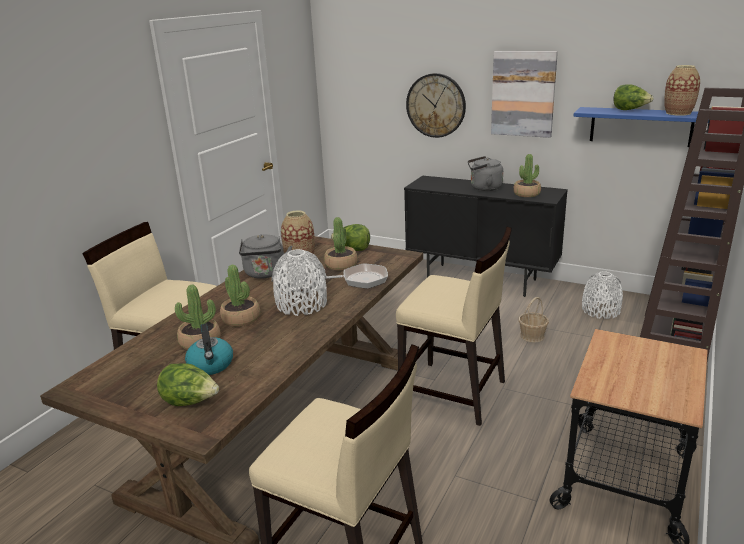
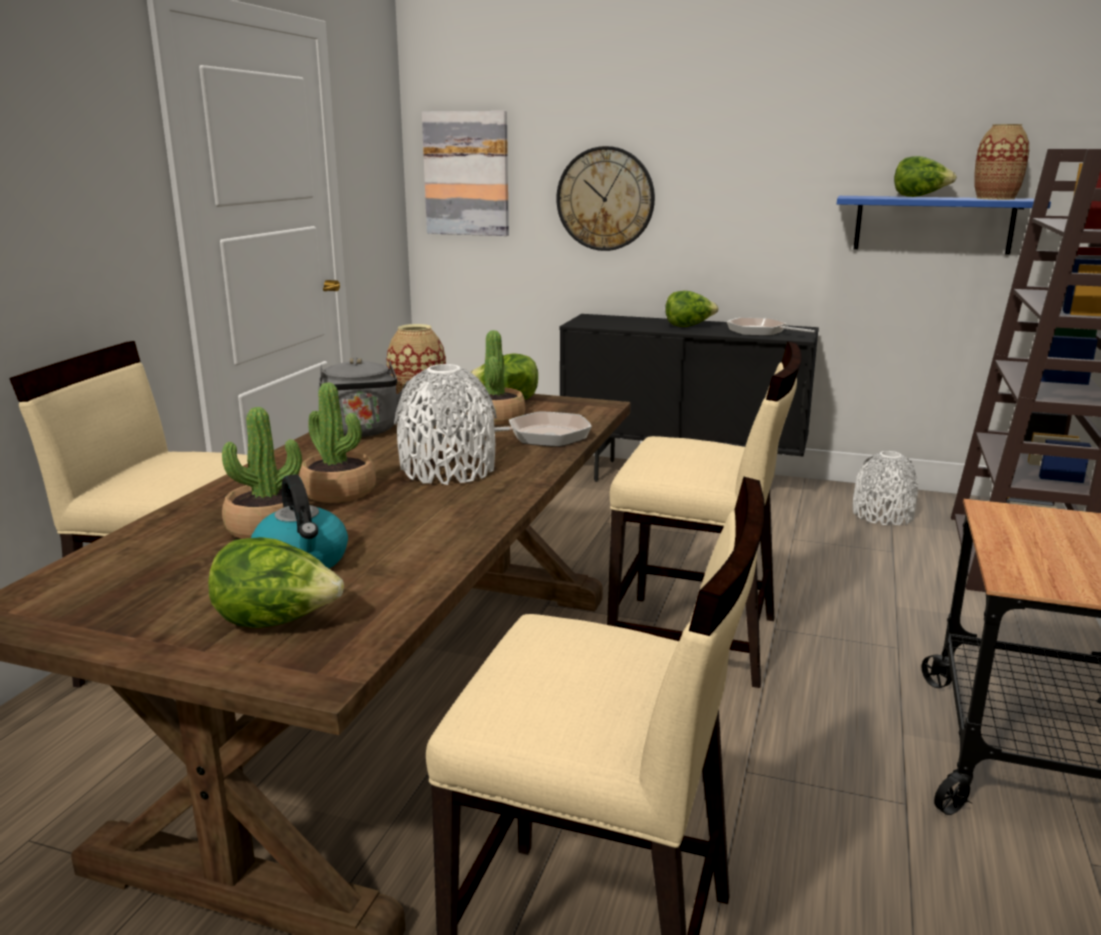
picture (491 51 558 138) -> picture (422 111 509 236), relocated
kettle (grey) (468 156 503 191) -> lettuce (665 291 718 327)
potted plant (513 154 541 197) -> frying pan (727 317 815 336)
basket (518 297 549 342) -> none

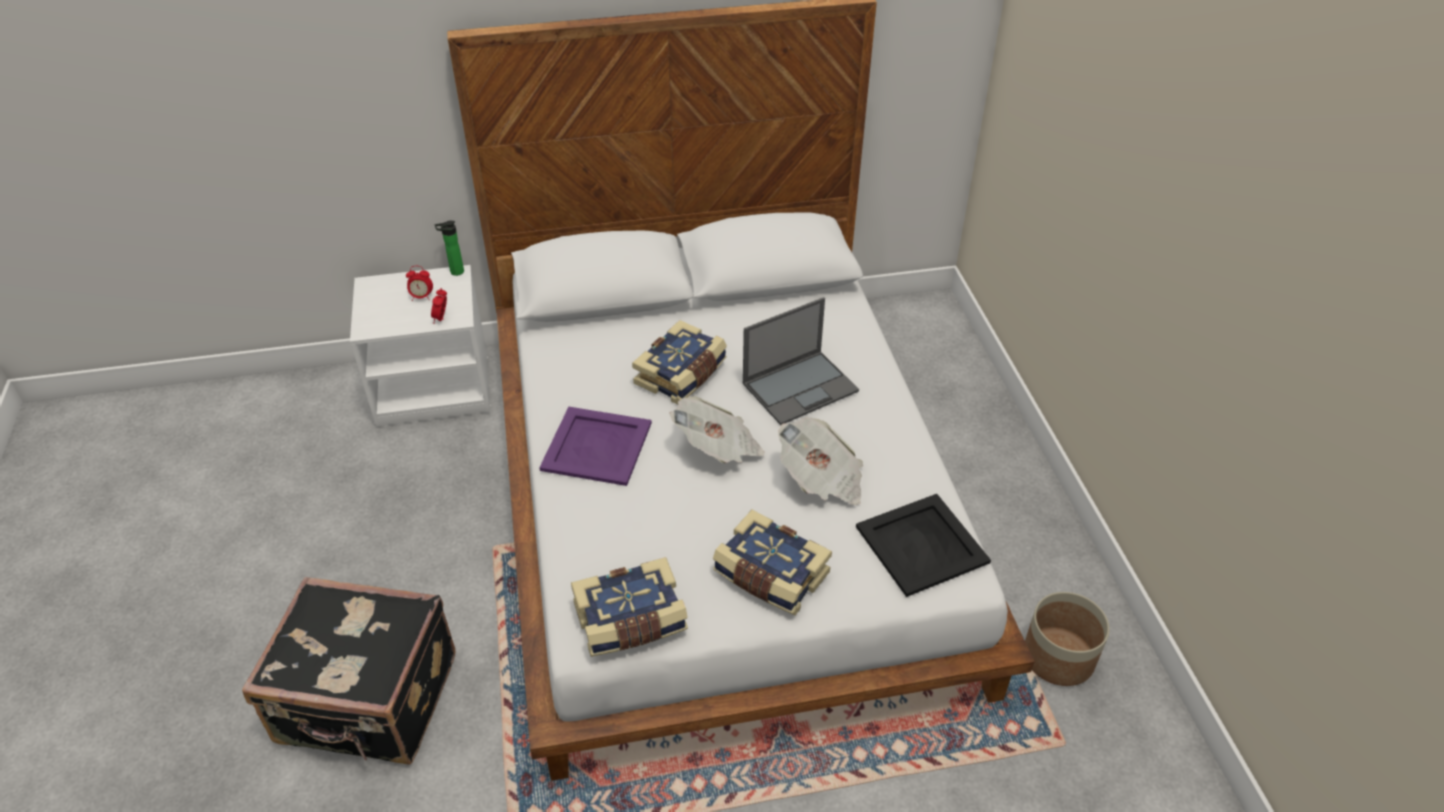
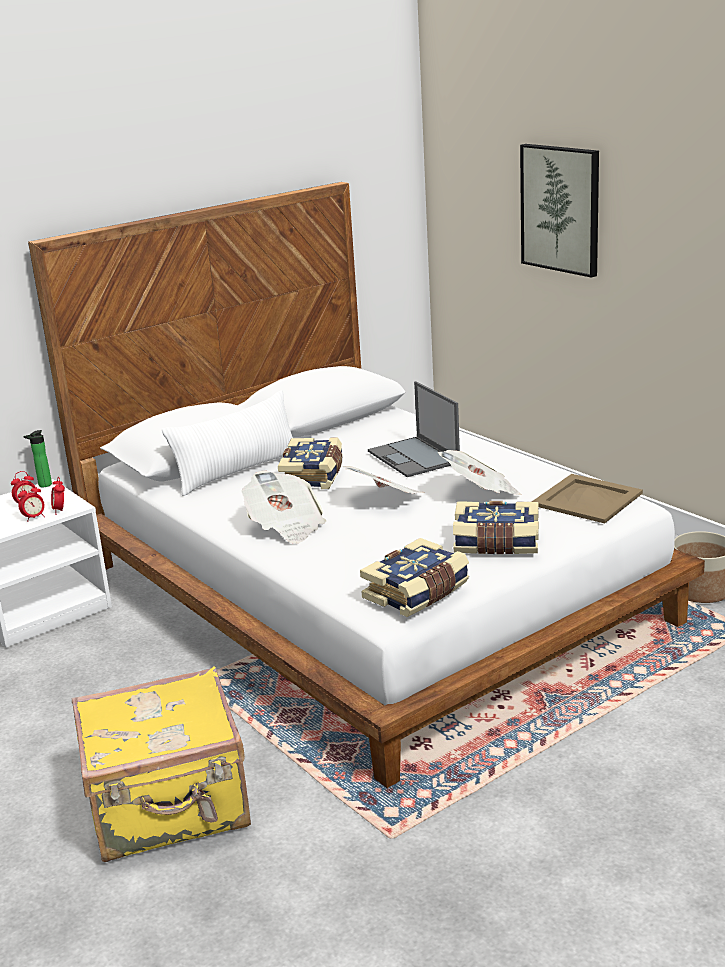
none -> alarm clock (18 483 45 522)
suitcase (black) (242 577 455 764) -> suitcase (yellow) (72 666 251 862)
none -> pillow (white) (162 390 293 496)
tray (purple) (539 407 652 486) -> newspaper (241 470 326 544)
laptop (743 297 859 425) -> laptop (368 381 460 477), 120 degrees clockwise
none -> picture (520 144 599 278)
tray (black) (856 494 991 597) -> tray (beige) (532 474 643 524)

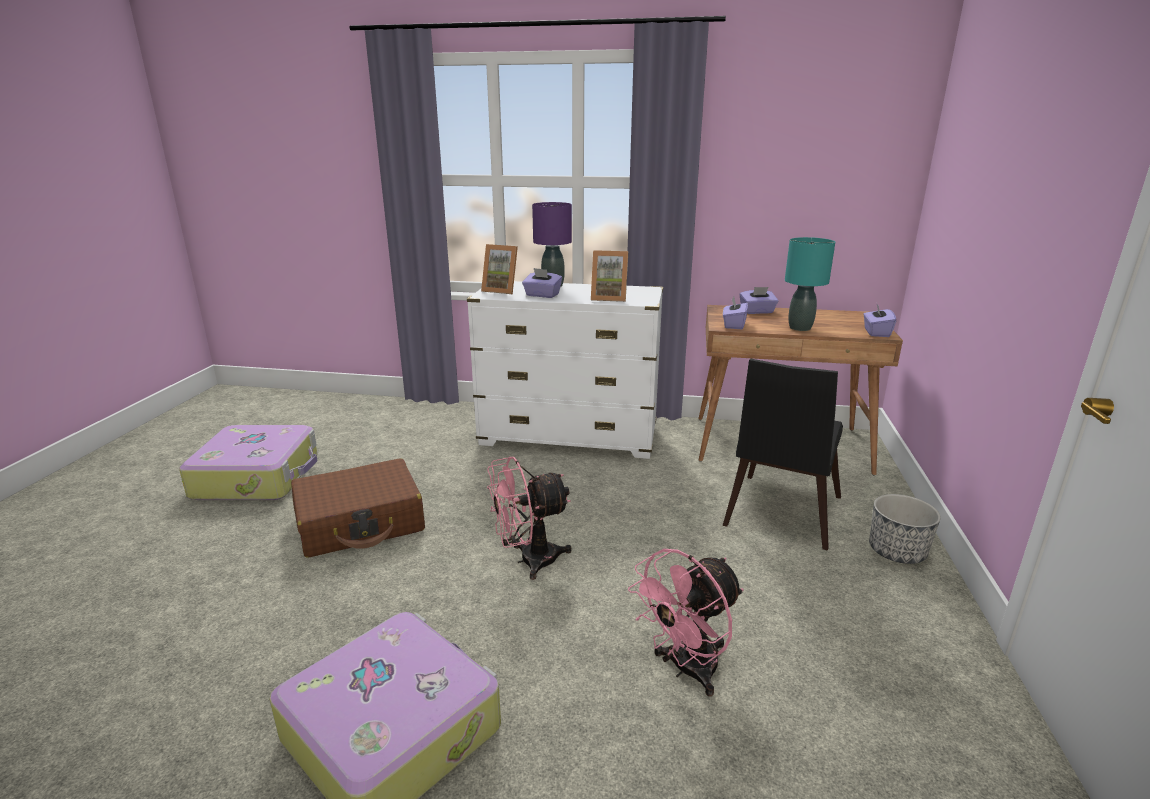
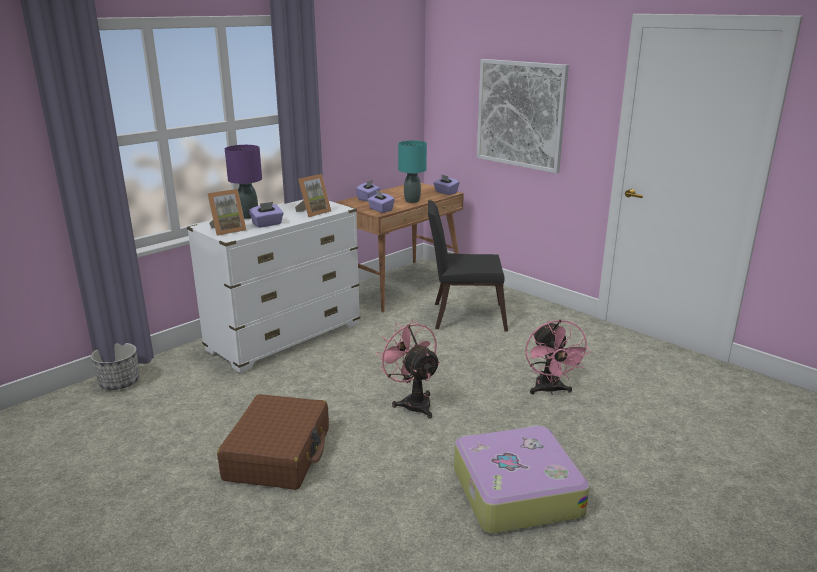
planter (869 494 941 564) -> planter (91 343 139 390), relocated
fan (pink) (487 457 572 580) -> fan (pink) (376 319 441 419), 135 degrees clockwise
chair (black) (723 359 843 551) -> chair (black) (428 200 508 331), 120 degrees clockwise
none -> picture (477 59 569 173)
suitcase (179 425 318 500) -> none

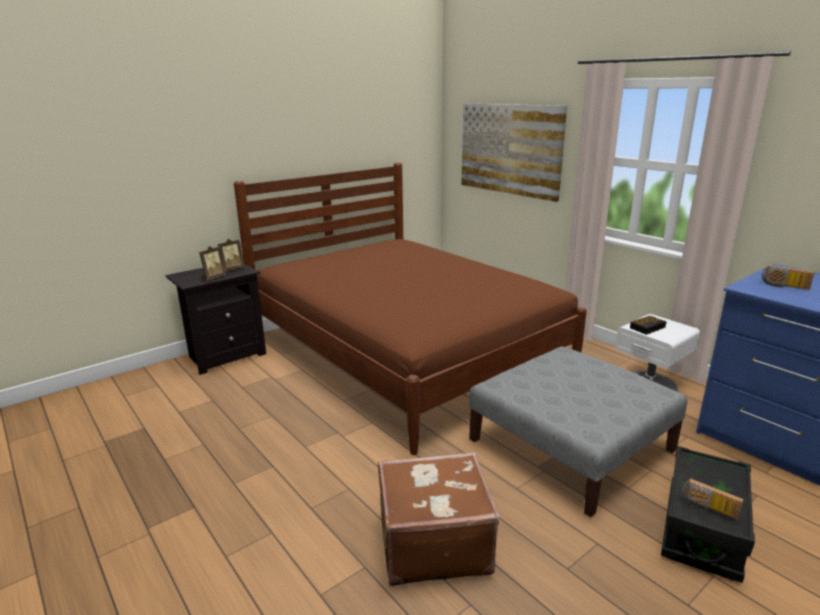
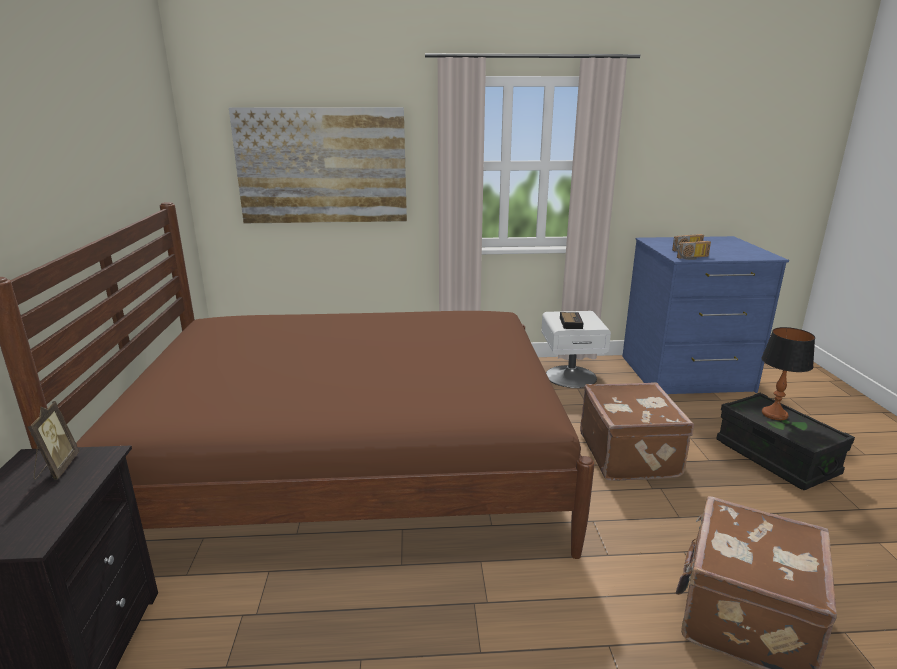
ottoman (grey) (469 346 688 517) -> suitcase (brown) (580 382 694 481)
radio (682 478 744 520) -> radio (677 241 711 260), relocated
none -> table lamp (761 327 815 420)
picture frame (199 246 226 281) -> none

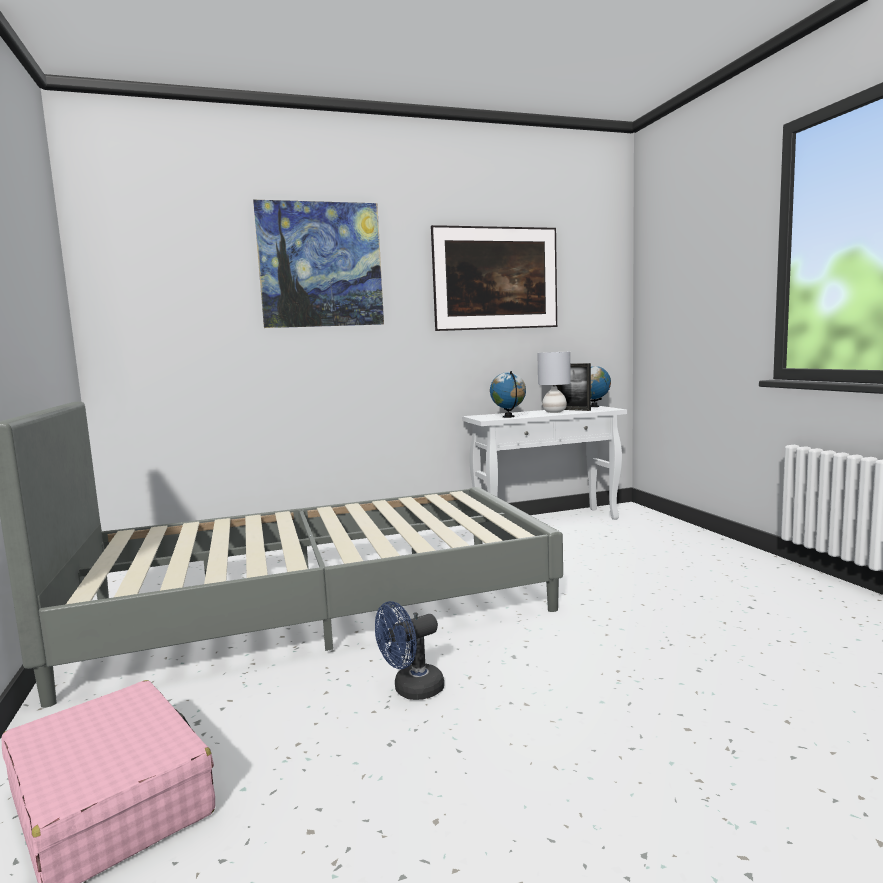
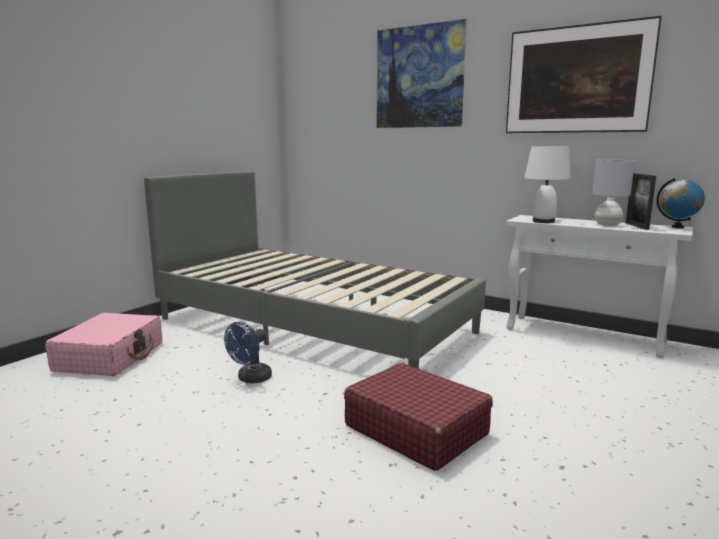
fan (blue) (375 601 444 700) -> fan (blue) (224 322 272 384), 75 degrees counterclockwise
none -> suitcase (red) (344 363 493 471)
globe (490 371 526 418) -> table lamp (white) (524 147 571 223)

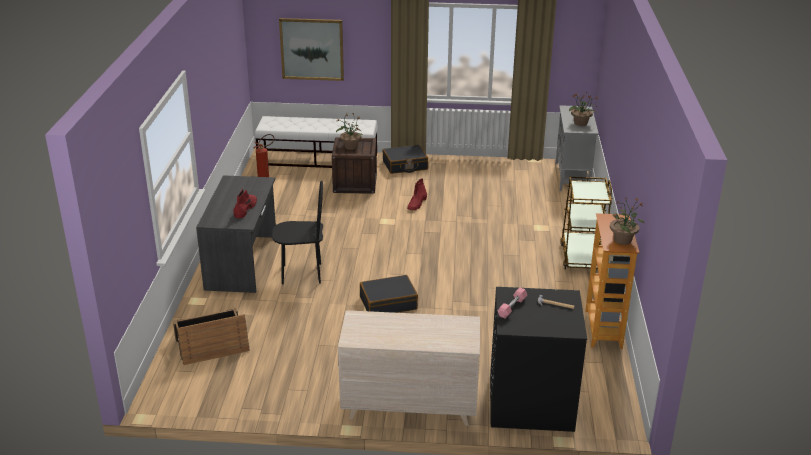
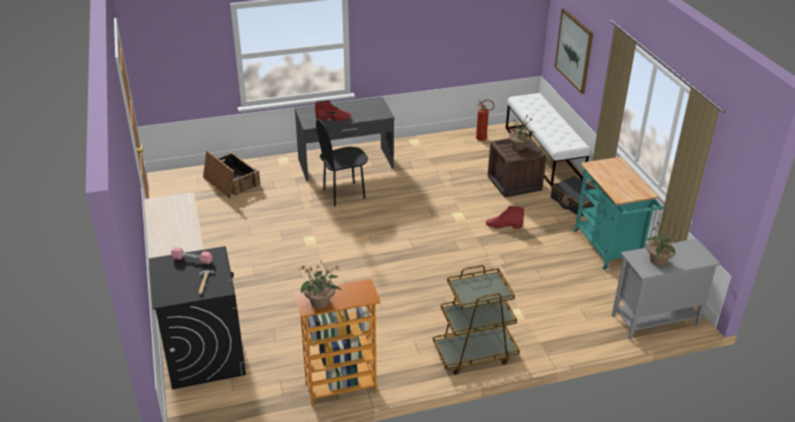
chair (black) (272 181 323 284) -> chair (black) (316 119 368 206), 90 degrees clockwise
none -> cart (turquoise) (573 157 663 270)
suitcase (black) (360 275 418 313) -> none

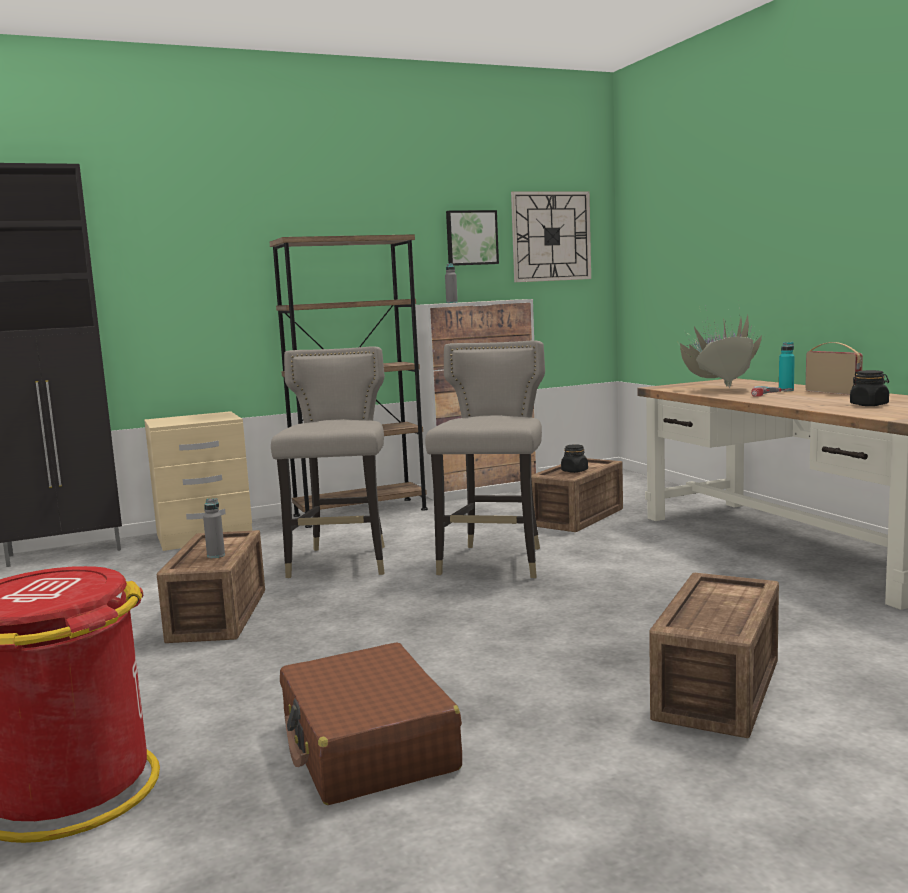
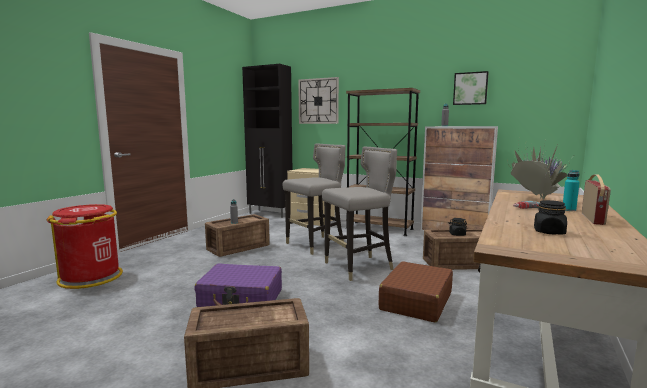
none -> suitcase (purple) (194 263 282 307)
wall clock (511 191 591 282) -> wall clock (298 77 339 124), relocated
suitcase (brown) (280 642 462 805) -> suitcase (brown) (379 261 453 323), relocated

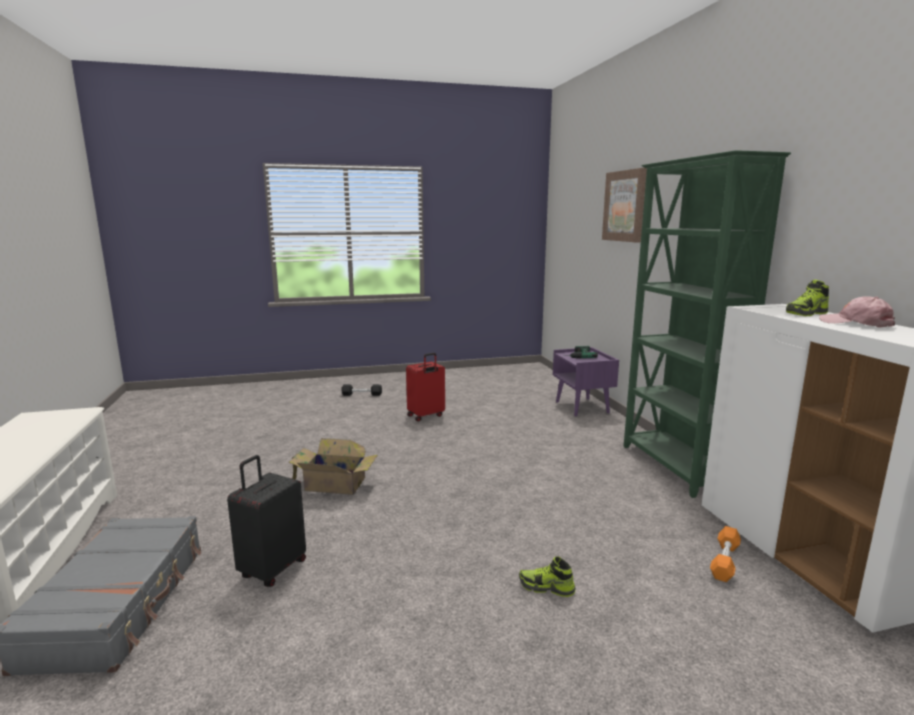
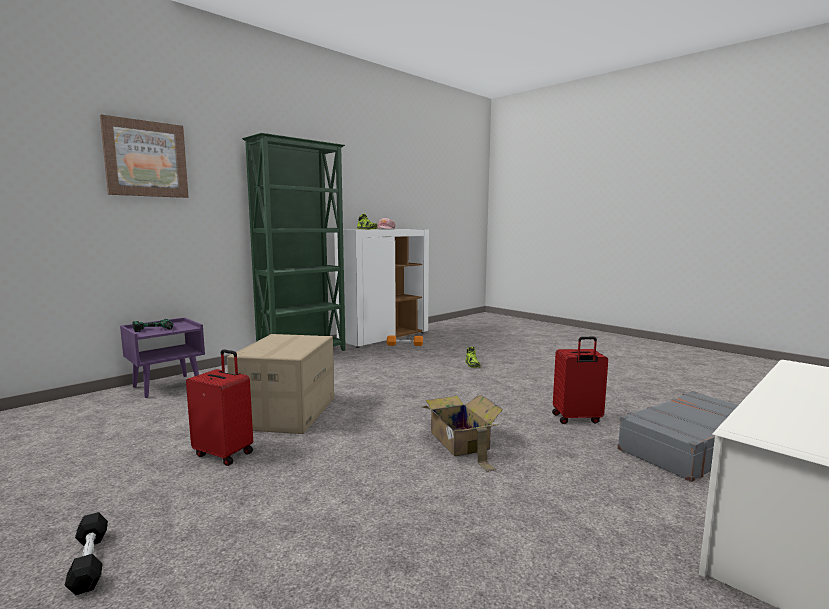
none -> cardboard box (227 334 334 434)
suitcase (black) (227 455 306 587) -> suitcase (red) (552 337 608 424)

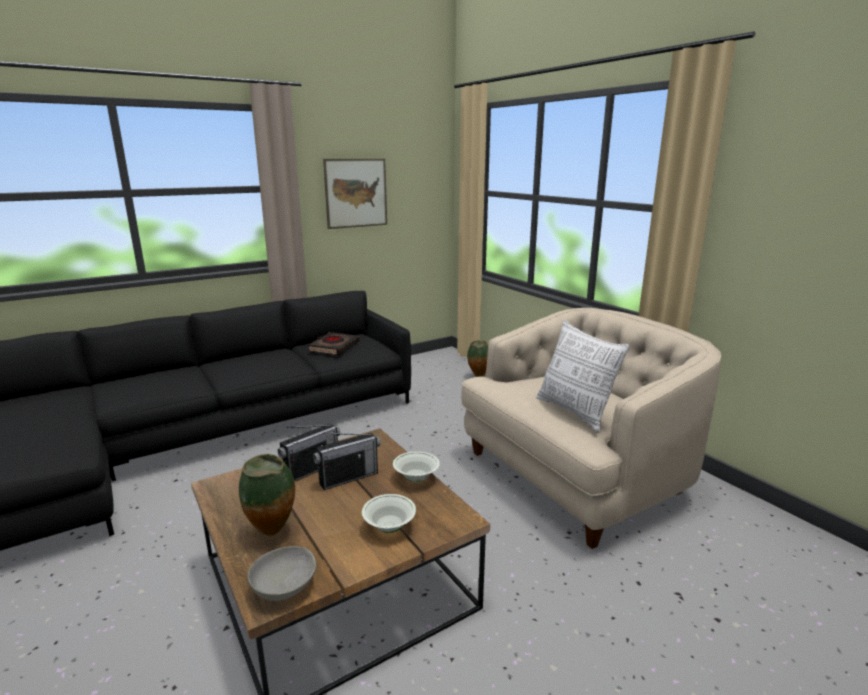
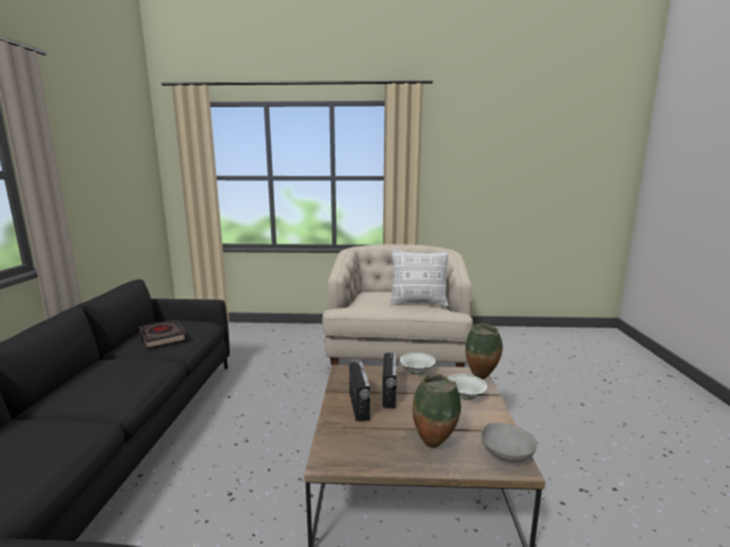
vase (467 340 488 377) -> vase (465 324 503 380), relocated
picture (323 159 387 229) -> none

